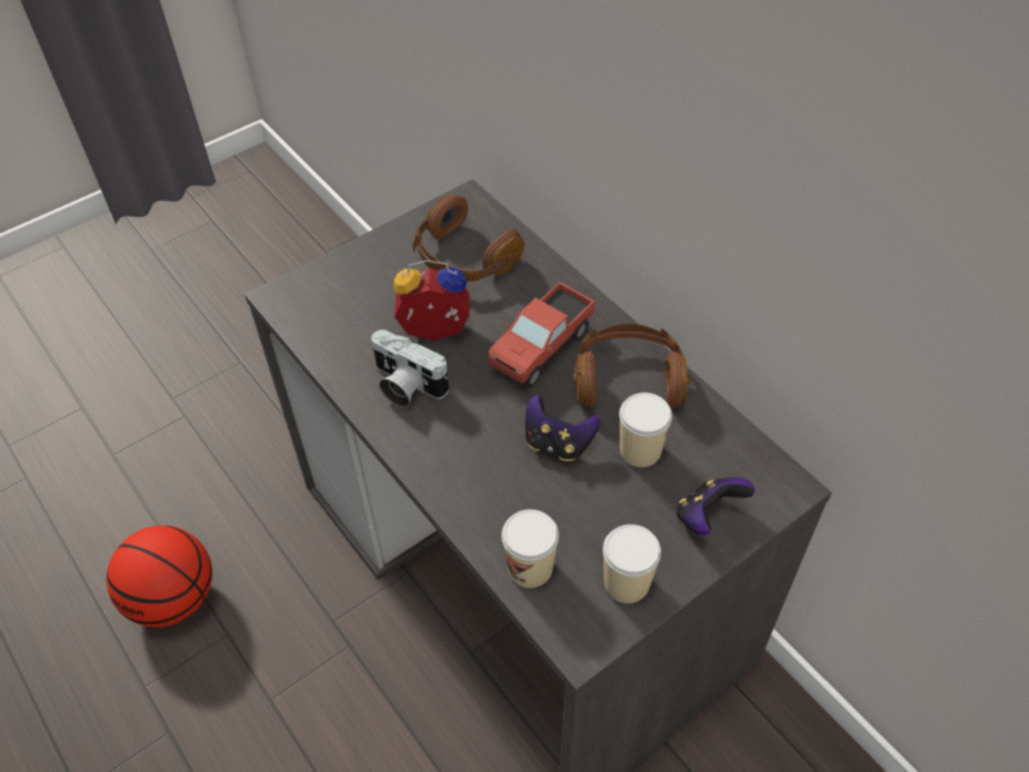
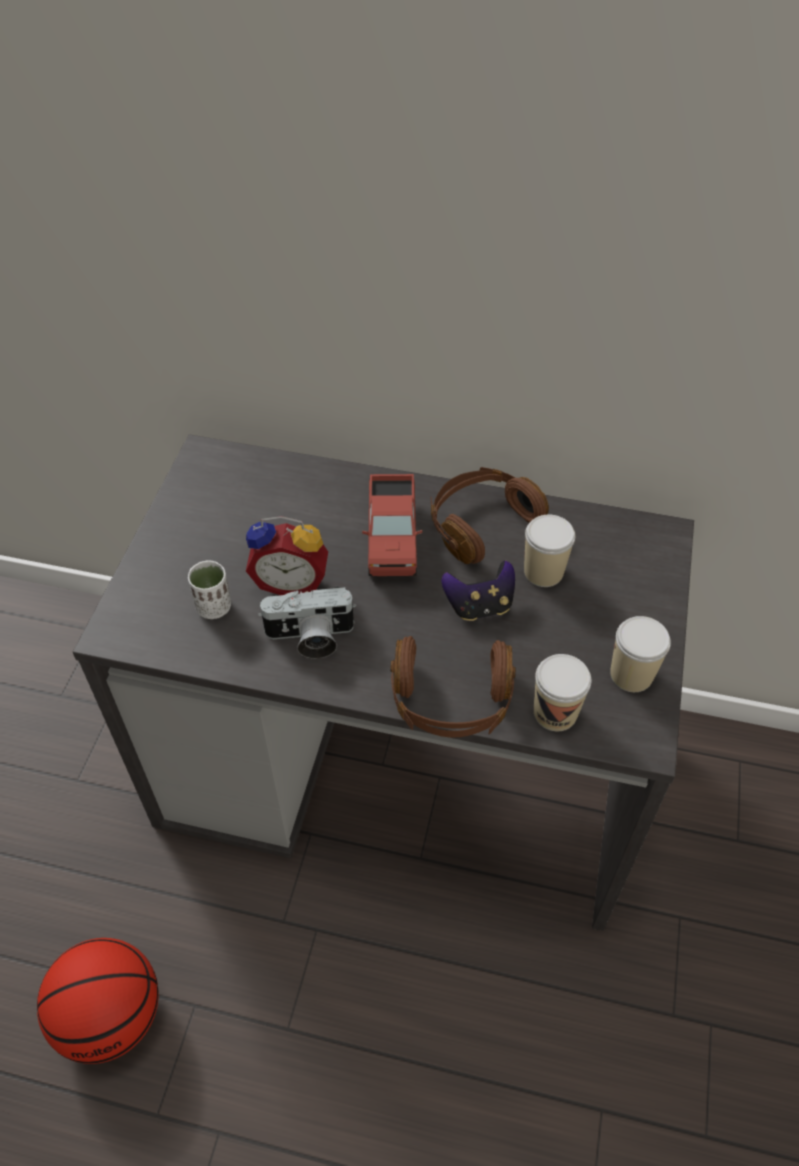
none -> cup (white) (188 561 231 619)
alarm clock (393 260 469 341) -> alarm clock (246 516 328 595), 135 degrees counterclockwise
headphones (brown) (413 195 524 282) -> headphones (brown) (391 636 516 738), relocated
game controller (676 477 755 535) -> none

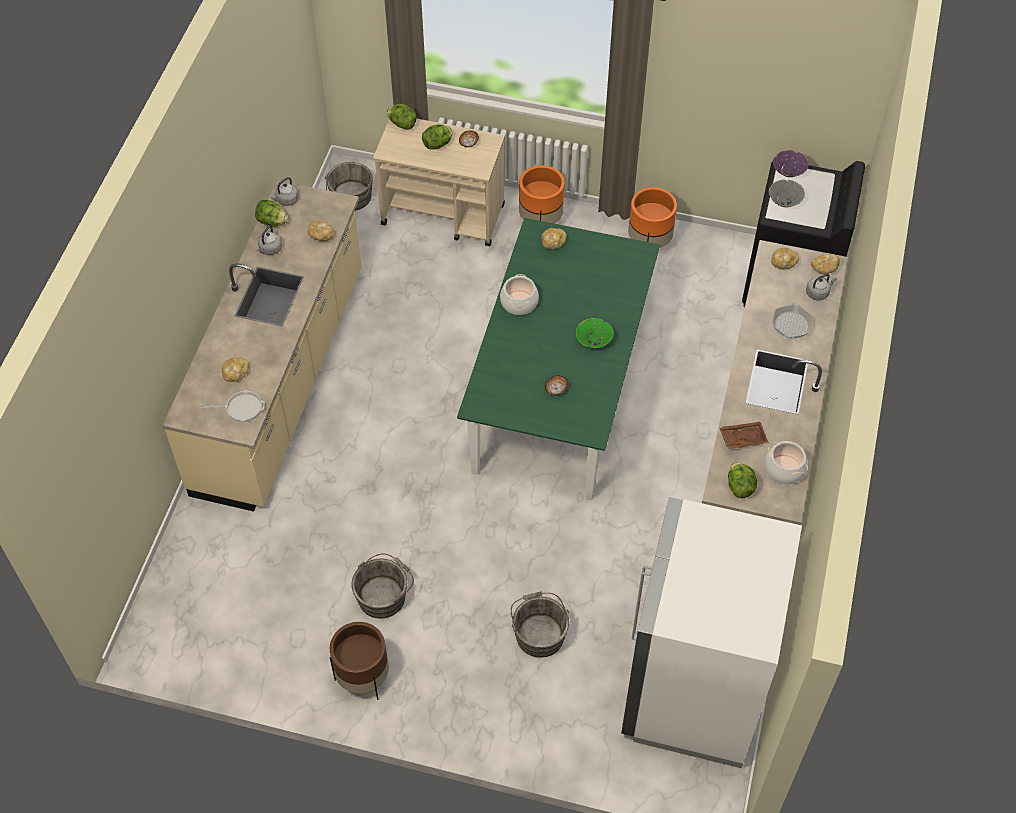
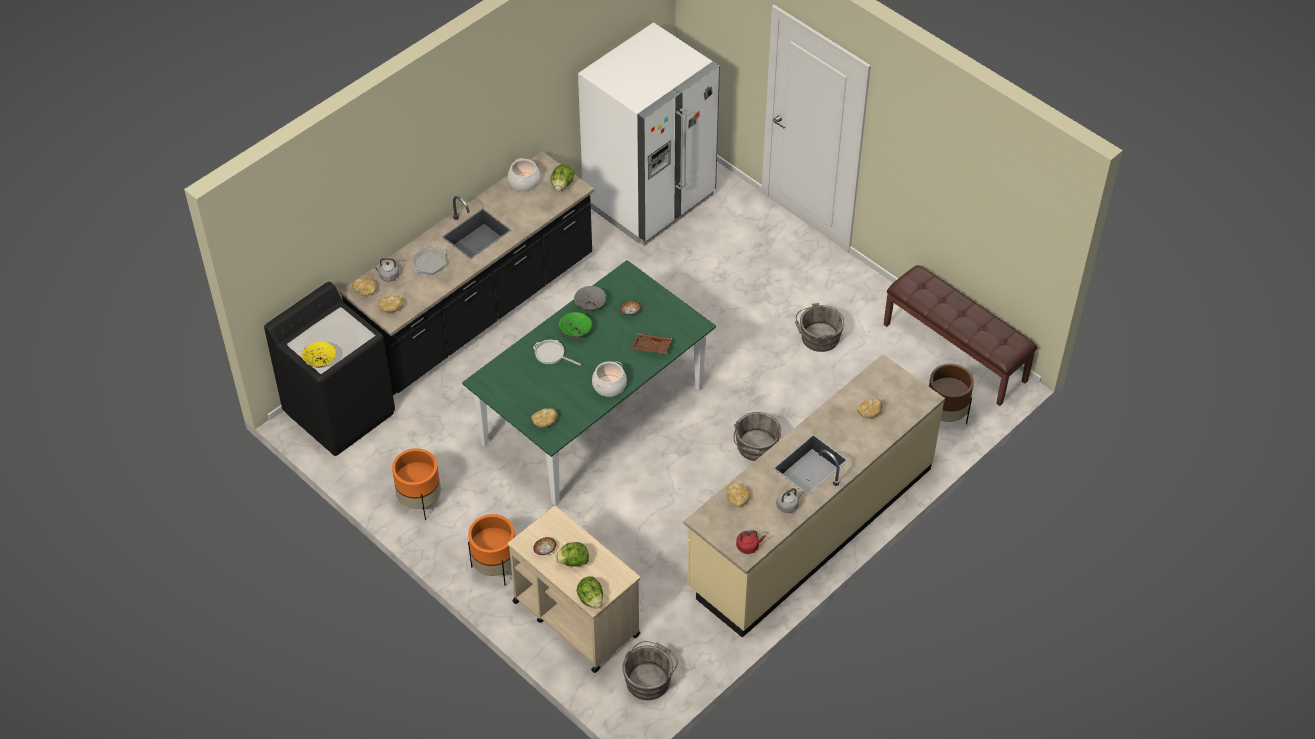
bowl (purple) (773 150 809 177) -> bowl (yellow) (302 342 336 368)
frying pan (201 390 265 422) -> frying pan (533 340 581 366), relocated
bowl (grey) (769 180 805 207) -> bowl (grey) (574 286 606 311), relocated
tray (brown) (719 422 769 449) -> tray (brown) (632 333 672 354), relocated
bucket (grey) (511 591 569 658) -> bucket (grey) (733 412 781 461), relocated
kettle (grey) (271 177 299 206) -> kettle (red) (736 530 766 554)
none -> bench (brown) (884 265 1037 406)
planter (brown) (330 622 389 700) -> planter (brown) (929 363 974 425), relocated
lettuce (255 200 288 227) -> none

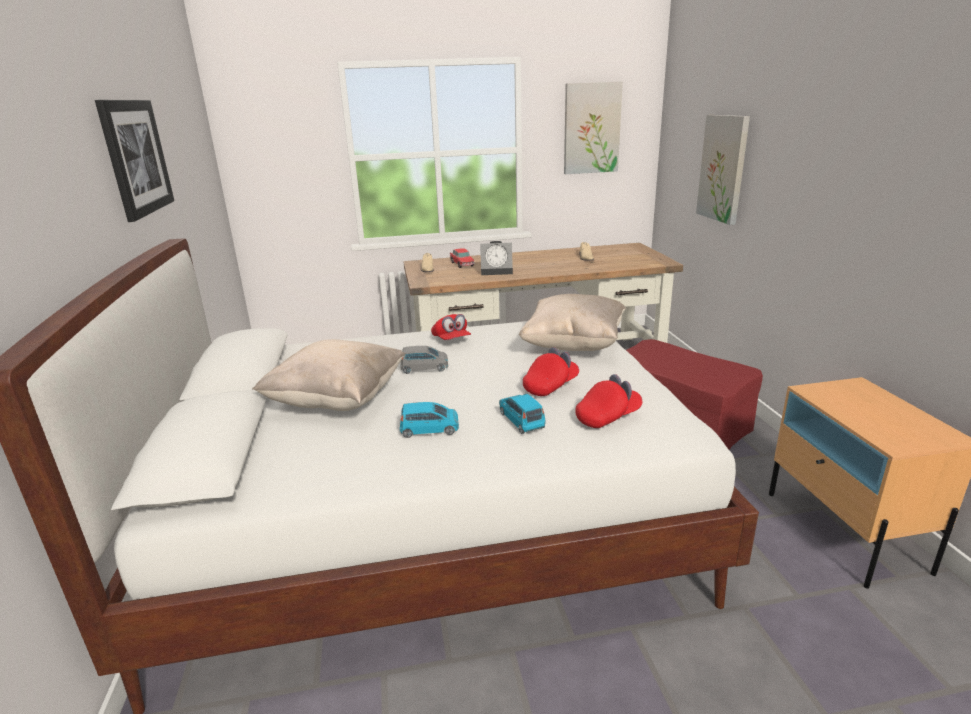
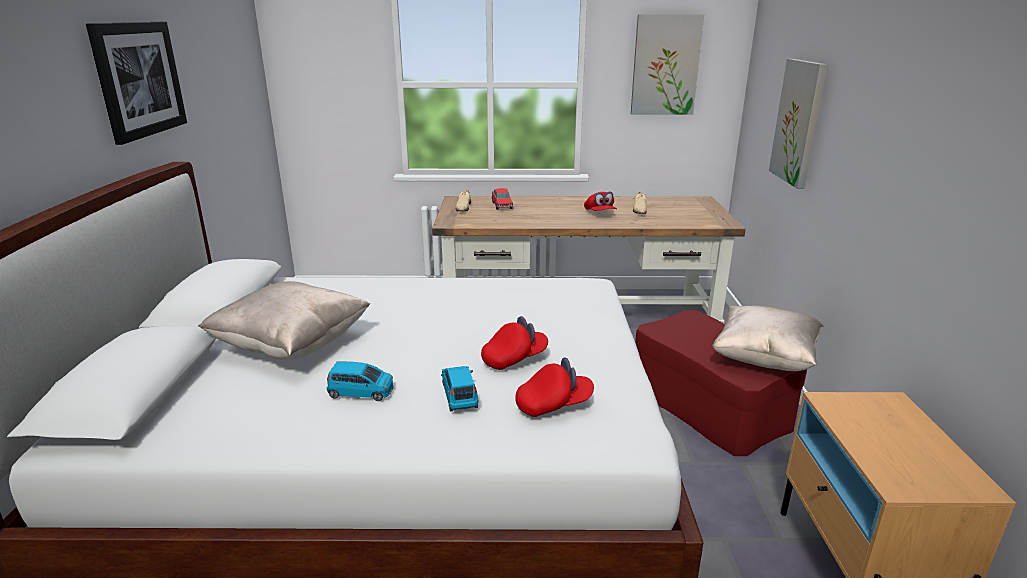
cap (red) (431 314 471 340) -> cap (red) (584 191 617 211), relocated
pillow (beige) (519 294 627 351) -> pillow (beige) (712 306 824 371), relocated
toy car (grey) (400 346 448 374) -> none
alarm clock (480 241 513 275) -> none

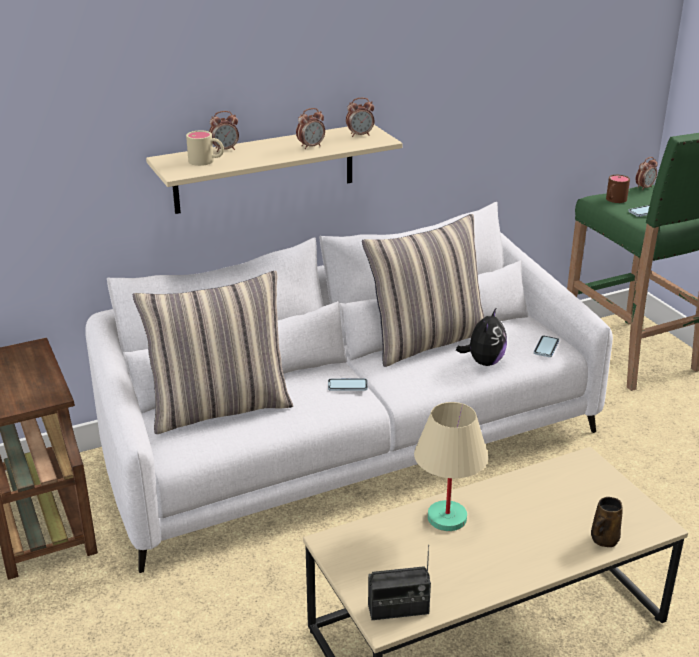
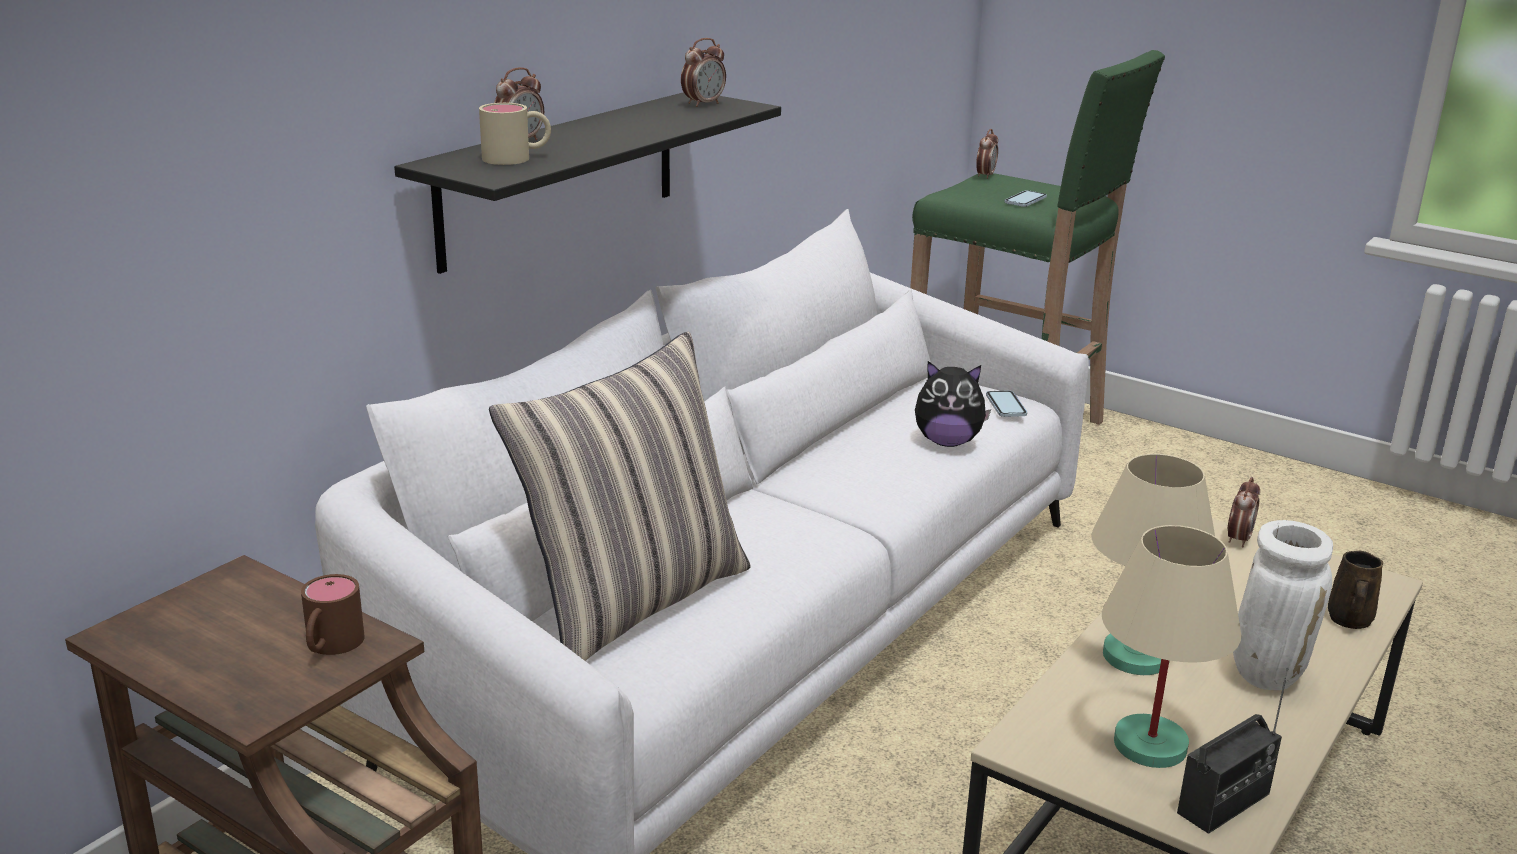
mug (brown) (606 175 630 203) -> mug (brown) (301 574 365 655), relocated
shelf (beige) (146 125 402 214) -> shelf (black) (394 92 781 274)
plush toy (456 307 507 366) -> plush toy (915 361 991 447), 105 degrees clockwise
none -> table lamp (beige) (1102 525 1241 768)
alarm clock (296 108 325 149) -> alarm clock (1228 477 1260 548), relocated
none -> vase (white) (1233 520 1333 690)
phone (328 378 368 391) -> none
pillow (362 214 484 367) -> none

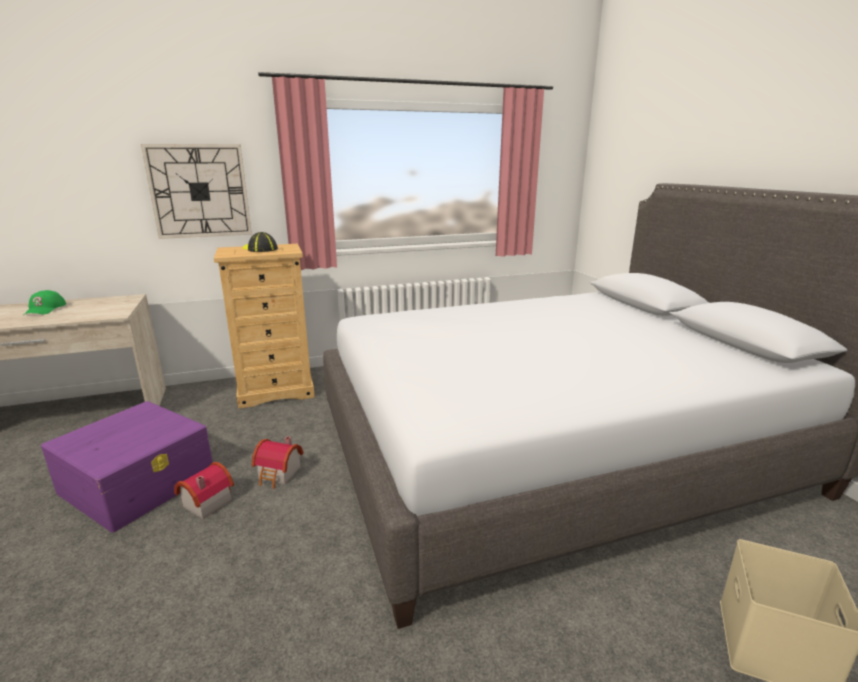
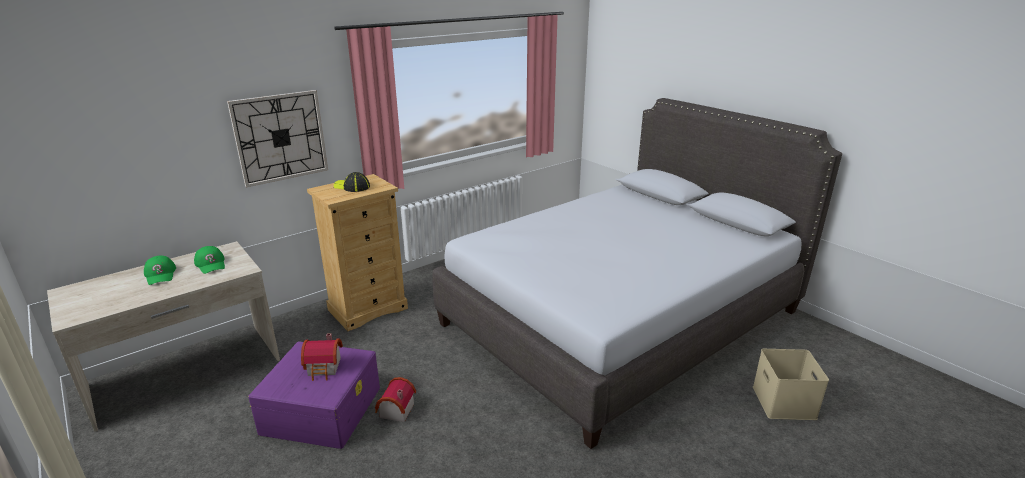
none -> cap (green) (194 246 225 274)
toy house (252 436 304 489) -> toy house (301 333 343 381), relocated

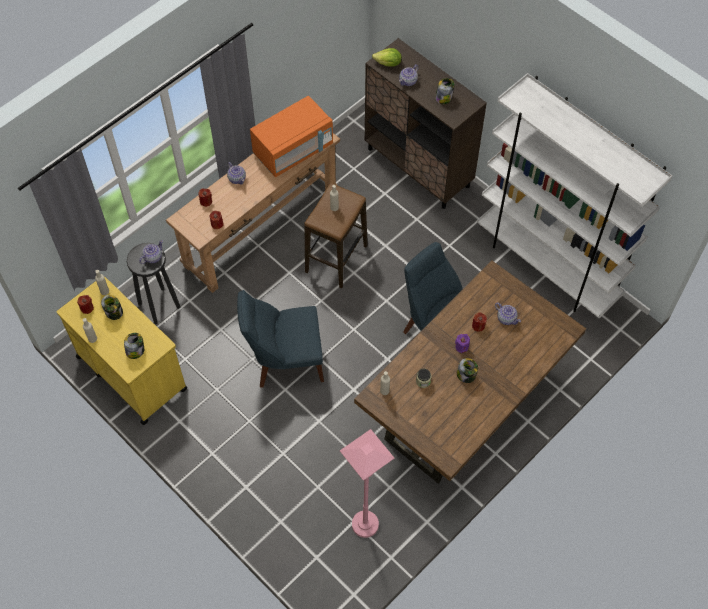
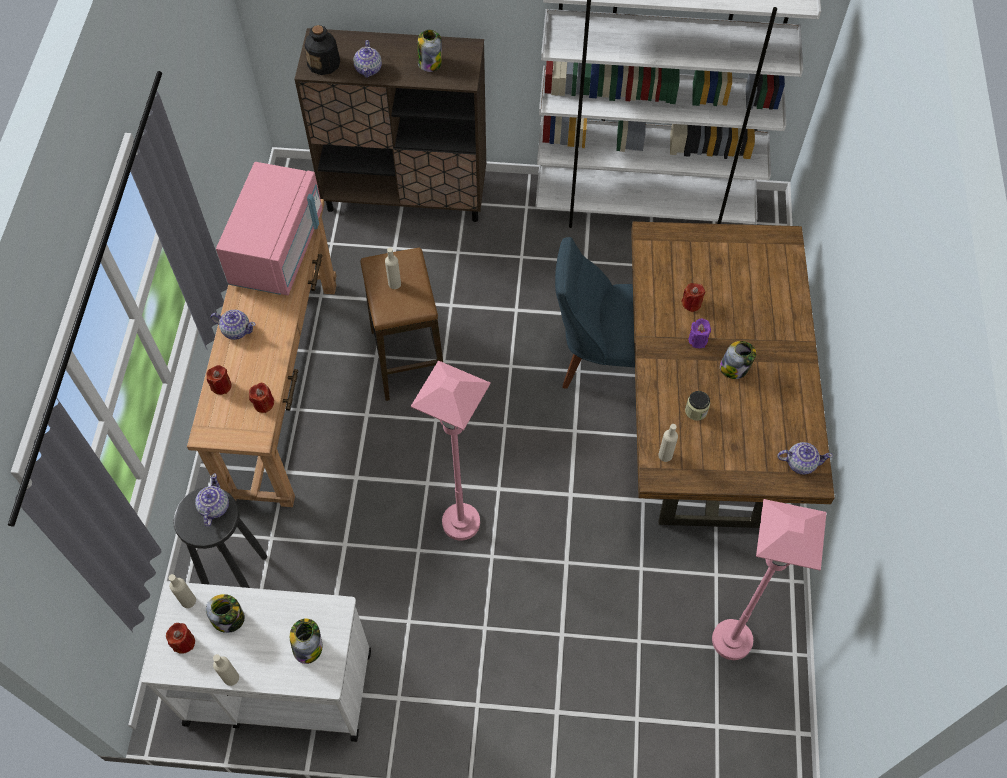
cart (yellow) (57 276 187 425) -> cart (white) (141 581 371 742)
microwave (orange) (250 96 333 177) -> microwave (pink) (216 162 323 295)
lettuce (372 48 402 67) -> bottle (305 25 340 75)
chair (blue) (237 290 324 388) -> floor lamp (pink) (411 361 491 541)
teapot (495 302 521 325) -> teapot (777 442 833 474), relocated

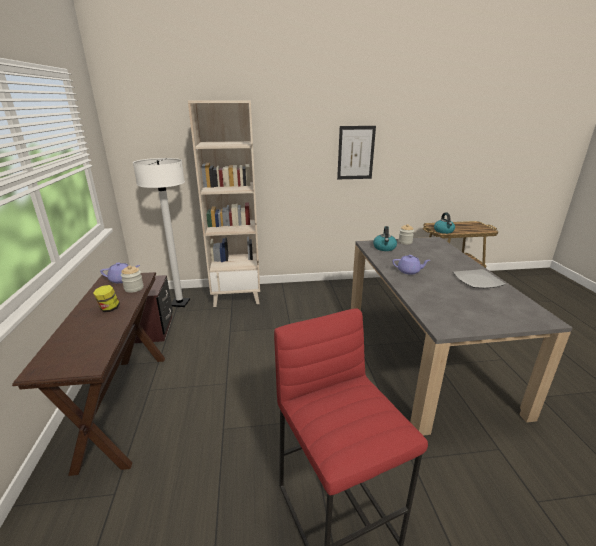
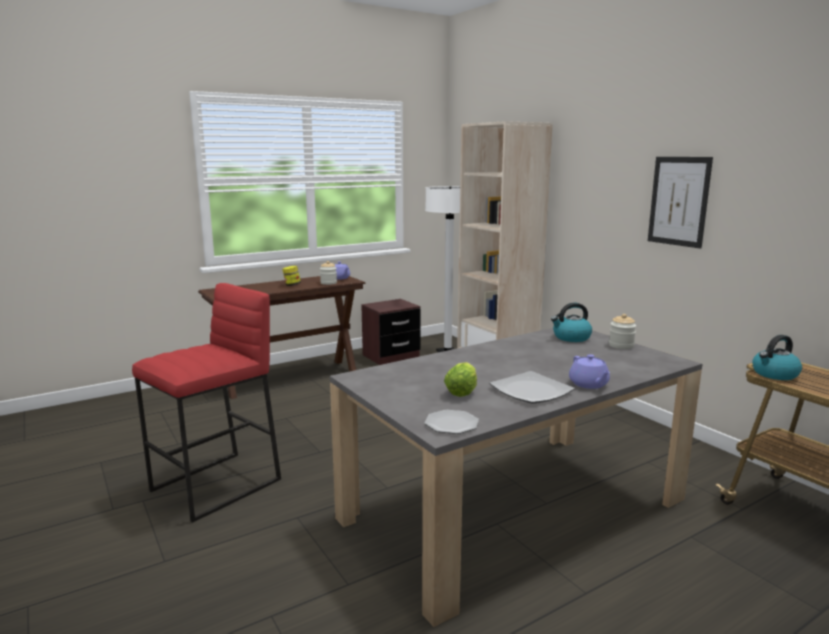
none -> plate (424 410 479 434)
none -> lettuce (444 362 477 397)
teapot (purple) (392 255 430 275) -> teapot (purple) (569 354 610 389), relocated

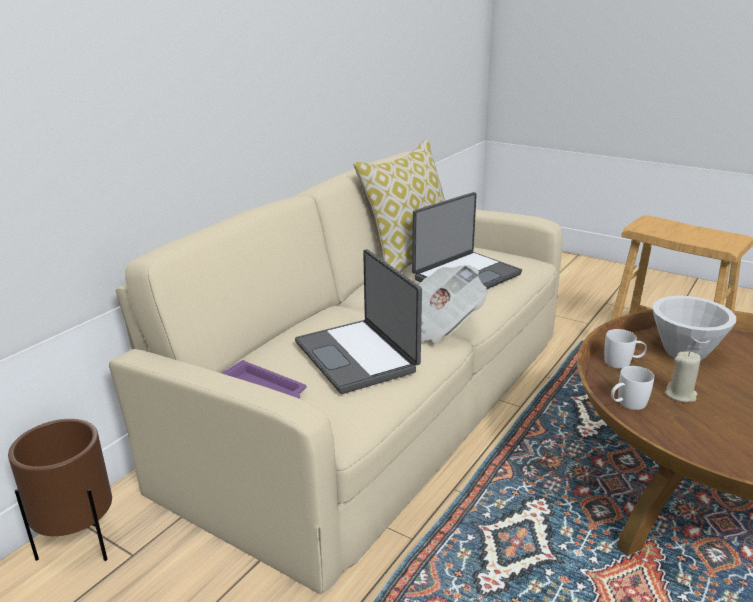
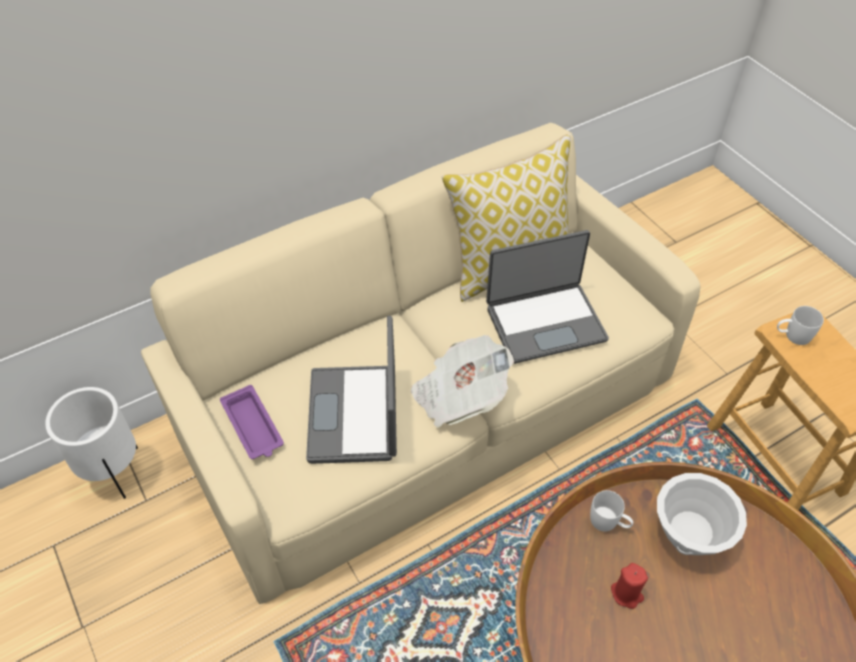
planter (brown) (8 419 112 561) -> planter (white) (45 387 138 499)
candle (beige) (665 352 701 402) -> candle (red) (611 563 648 609)
mug (white) (611 366 654 410) -> mug (white) (777 306 824 345), relocated

